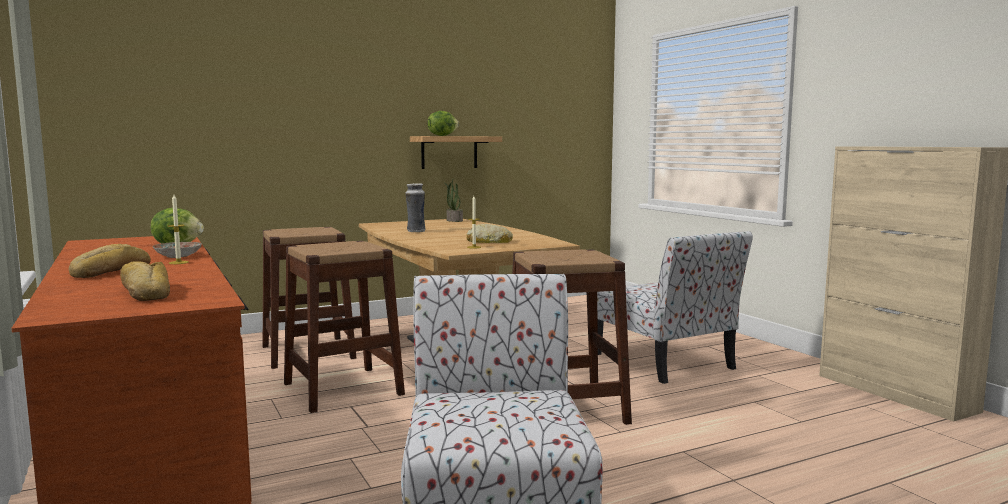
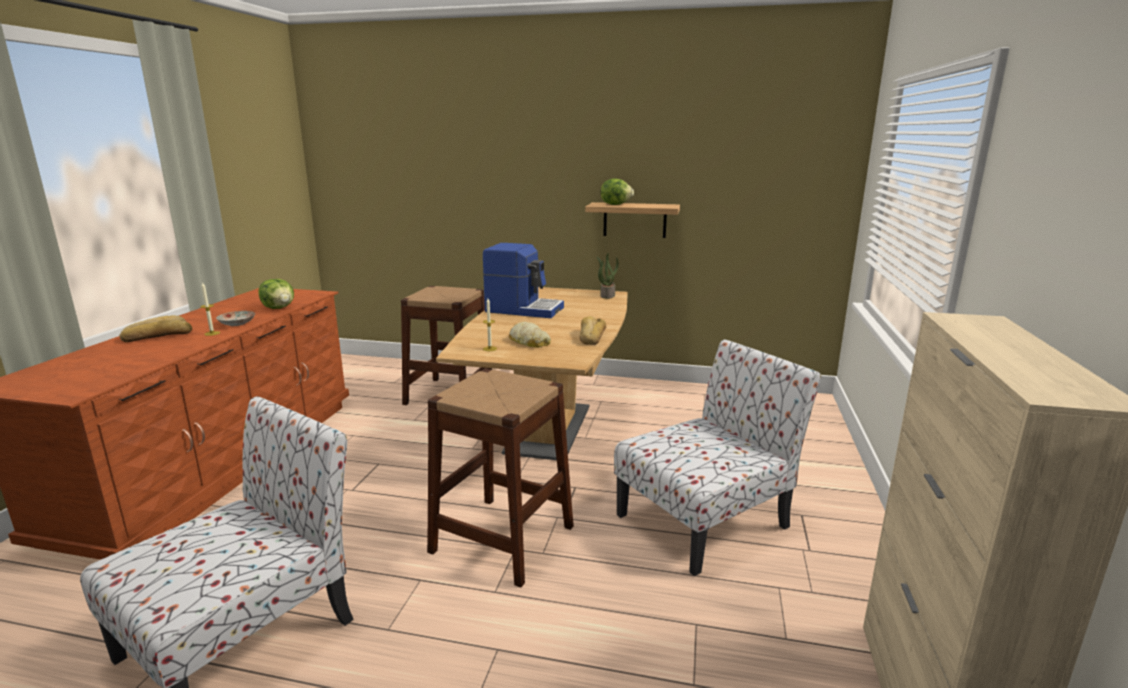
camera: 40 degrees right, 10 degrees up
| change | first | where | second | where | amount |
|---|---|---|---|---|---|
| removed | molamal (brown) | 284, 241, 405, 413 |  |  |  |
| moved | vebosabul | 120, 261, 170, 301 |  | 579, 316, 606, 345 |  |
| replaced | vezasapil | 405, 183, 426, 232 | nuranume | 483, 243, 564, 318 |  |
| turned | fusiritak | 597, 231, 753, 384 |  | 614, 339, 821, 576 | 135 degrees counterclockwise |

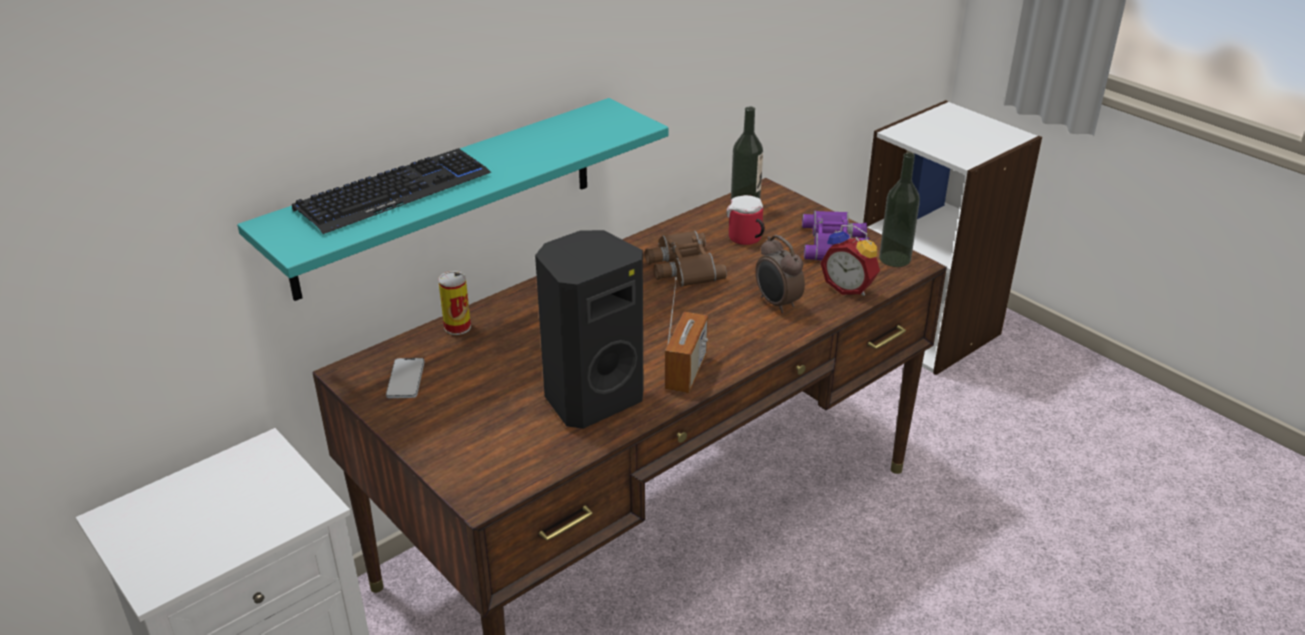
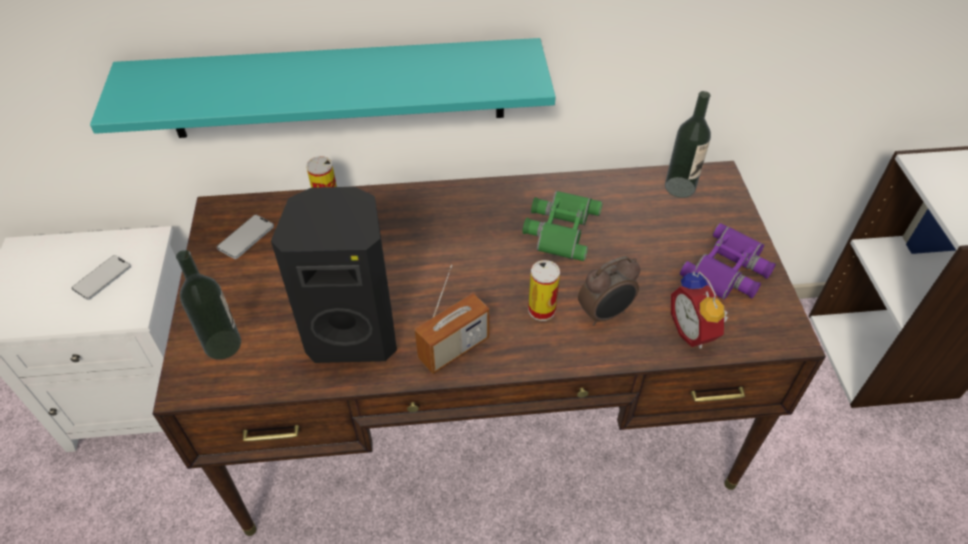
camera: 35 degrees right, 15 degrees up
| change | first | where | second | where | amount |
|---|---|---|---|---|---|
| removed | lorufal | 292, 148, 491, 234 |  |  |  |
| removed | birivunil | 726, 195, 765, 245 |  |  |  |
| added |  |  | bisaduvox | 72, 255, 131, 300 |  |
| added |  |  | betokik | 528, 260, 560, 321 |  |
| moved | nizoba | 879, 153, 920, 267 |  | 176, 250, 241, 360 |  |
| recoloured | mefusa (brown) | 645, 231, 727, 287 | mefusa (green) | 523, 191, 603, 261 |  |
| turned | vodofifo | 755, 235, 805, 313 |  | 578, 256, 640, 326 | 120 degrees counterclockwise |

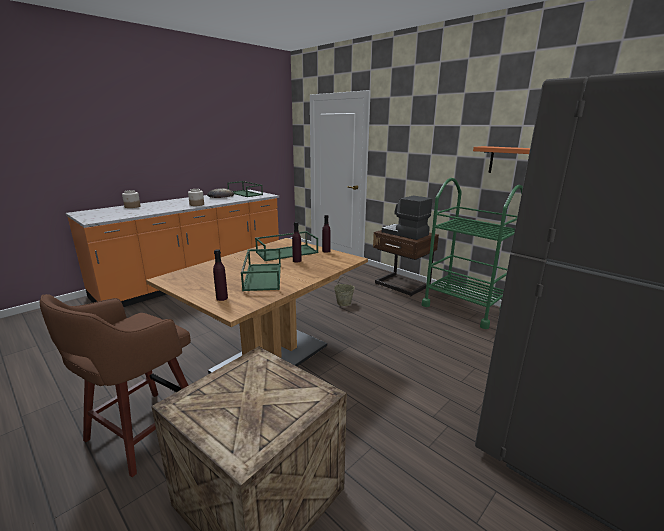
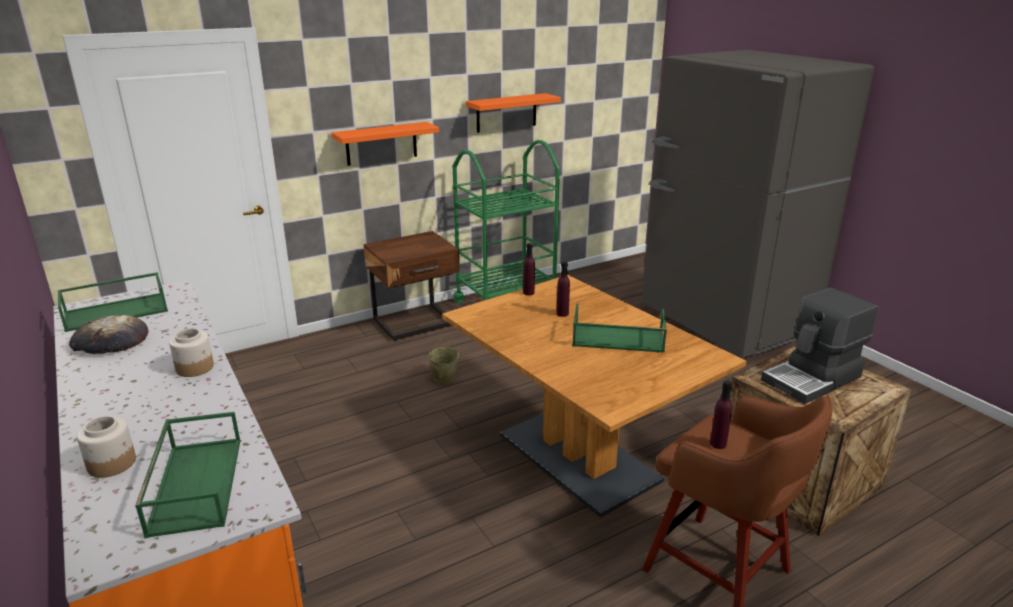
camera: 75 degrees left, 5 degrees up
| change | first | where | second | where | amount |
|---|---|---|---|---|---|
| added |  |  | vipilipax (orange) | 332, 122, 439, 166 |  |
| moved | nizoba (purple) | 213, 249, 228, 301 |  | 710, 381, 732, 449 |  |
| moved | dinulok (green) | 255, 231, 318, 261 |  | 135, 412, 240, 538 |  |
| moved | nuranume | 382, 196, 433, 240 |  | 761, 288, 879, 404 |  |

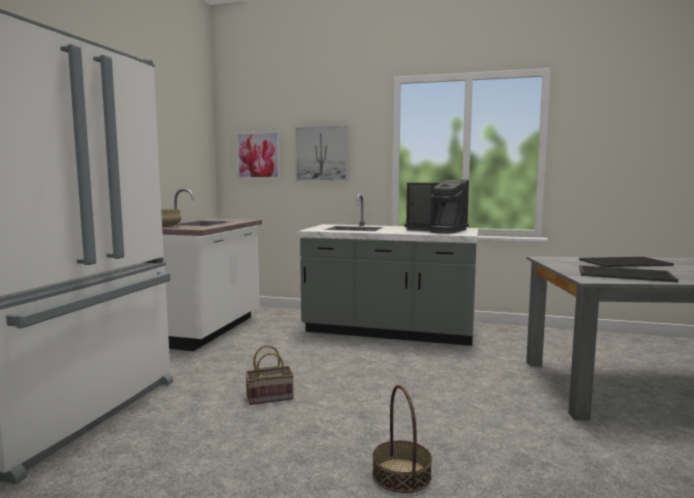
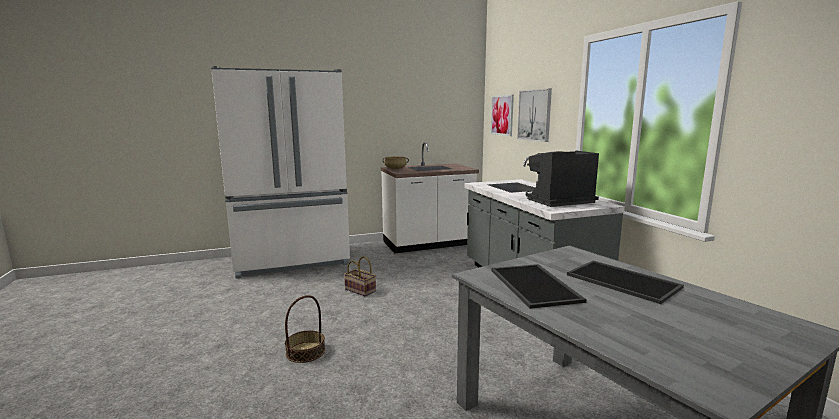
camera: 55 degrees right, 5 degrees up
| change | first | where | second | where | amount |
|---|---|---|---|---|---|
| turned | nuranume | 404, 180, 469, 234 |  | 526, 151, 599, 207 | 75 degrees clockwise |

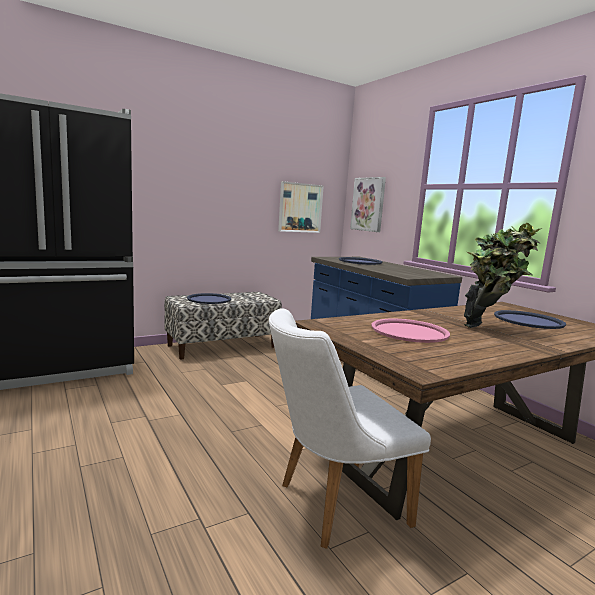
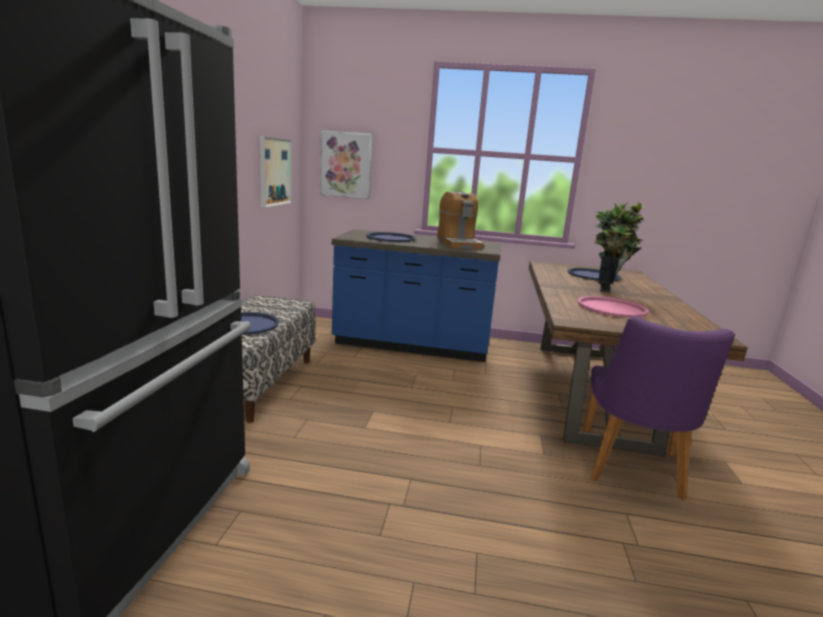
camera: 50 degrees left, 5 degrees up
| change | first | where | second | where | amount |
|---|---|---|---|---|---|
| added |  |  | nuranume | 437, 191, 483, 249 |  |
| recoloured | fusiritak (white) | 269, 308, 431, 549 | fusiritak (purple) | 583, 317, 735, 500 |  |

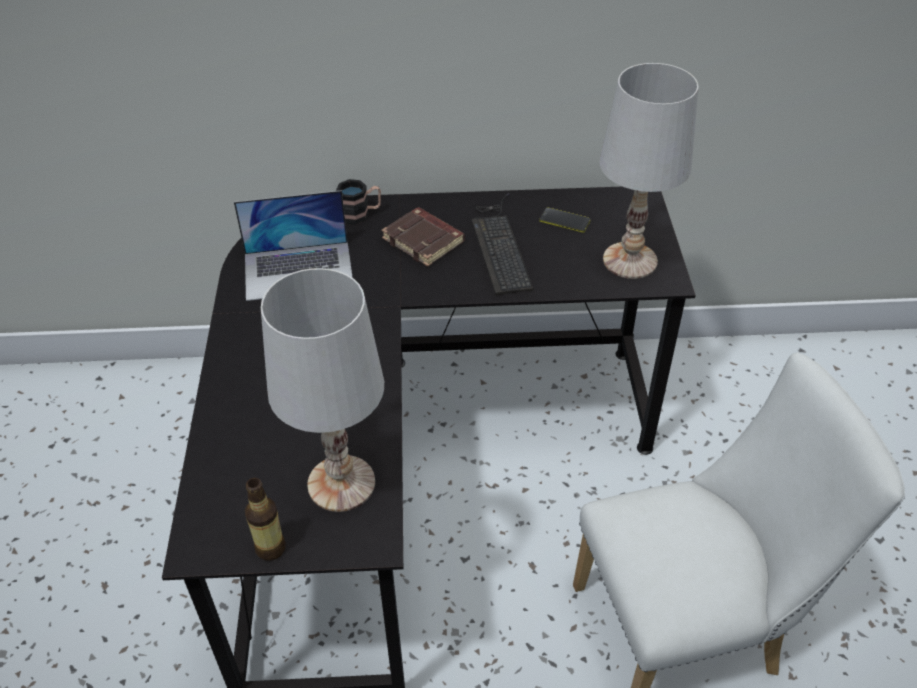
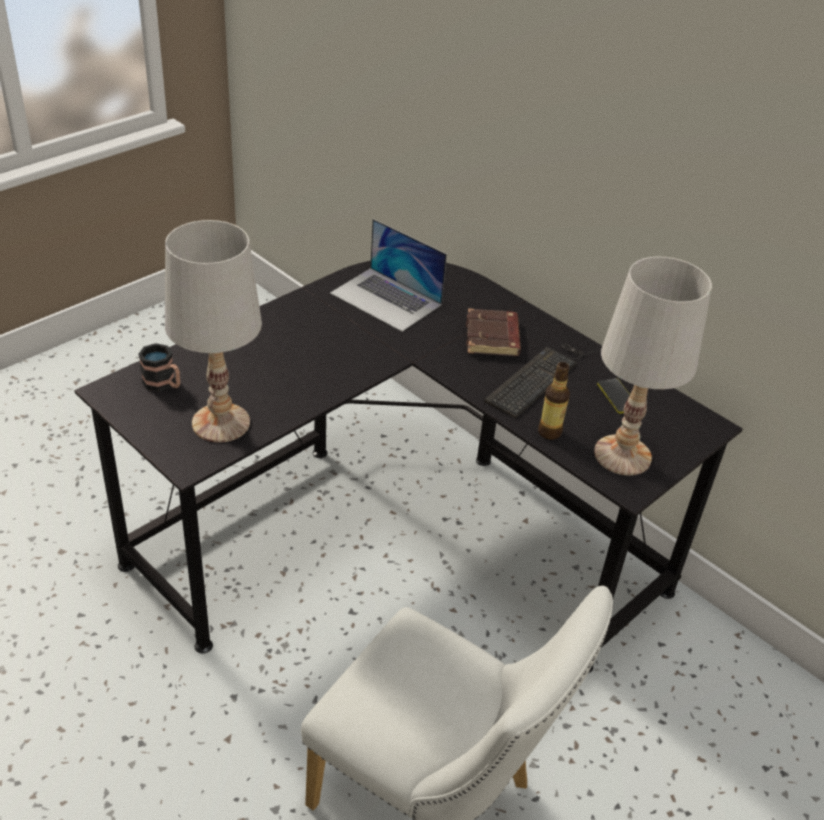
camera: 45 degrees right, 5 degrees down
| change | first | where | second | where | amount |
|---|---|---|---|---|---|
| moved | nizoba | 245, 478, 286, 561 |  | 538, 362, 570, 440 |  |
| moved | birivunil | 336, 179, 381, 225 |  | 138, 343, 180, 392 |  |

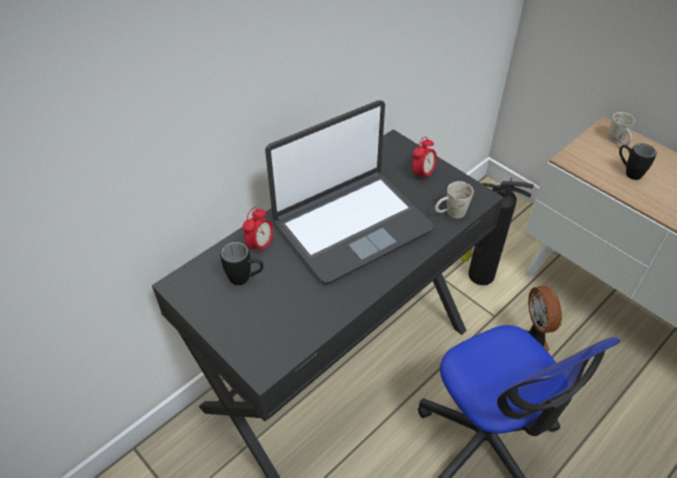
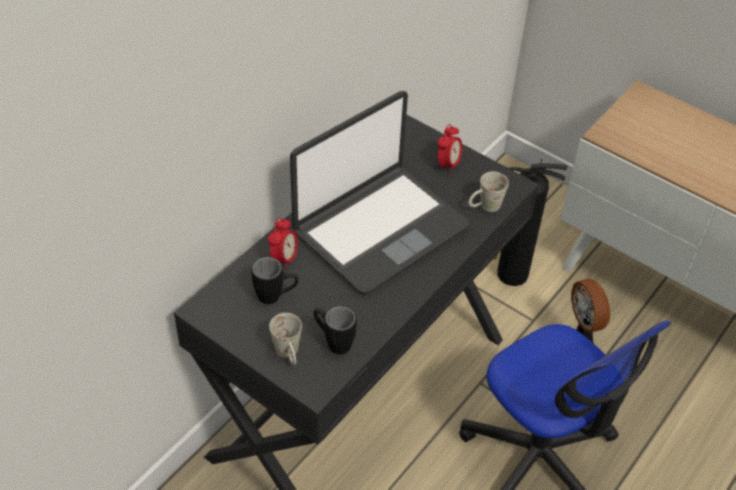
camera: 10 degrees left, 0 degrees up
| change | first | where | second | where | amount |
|---|---|---|---|---|---|
| moved | birivunil (white) | 608, 112, 635, 145 |  | 269, 313, 302, 365 |  |
| moved | birivunil (black) | 619, 143, 657, 180 |  | 313, 306, 357, 355 |  |

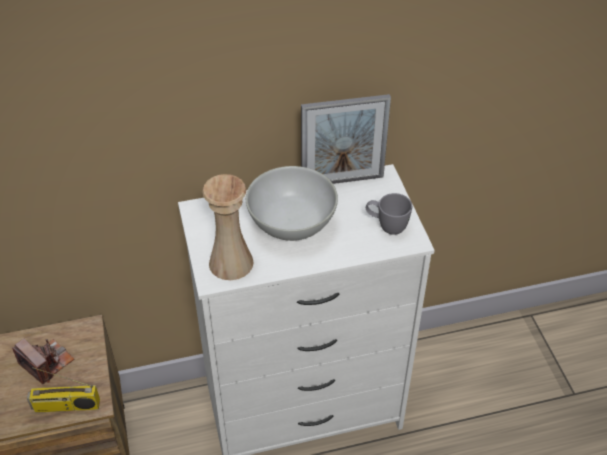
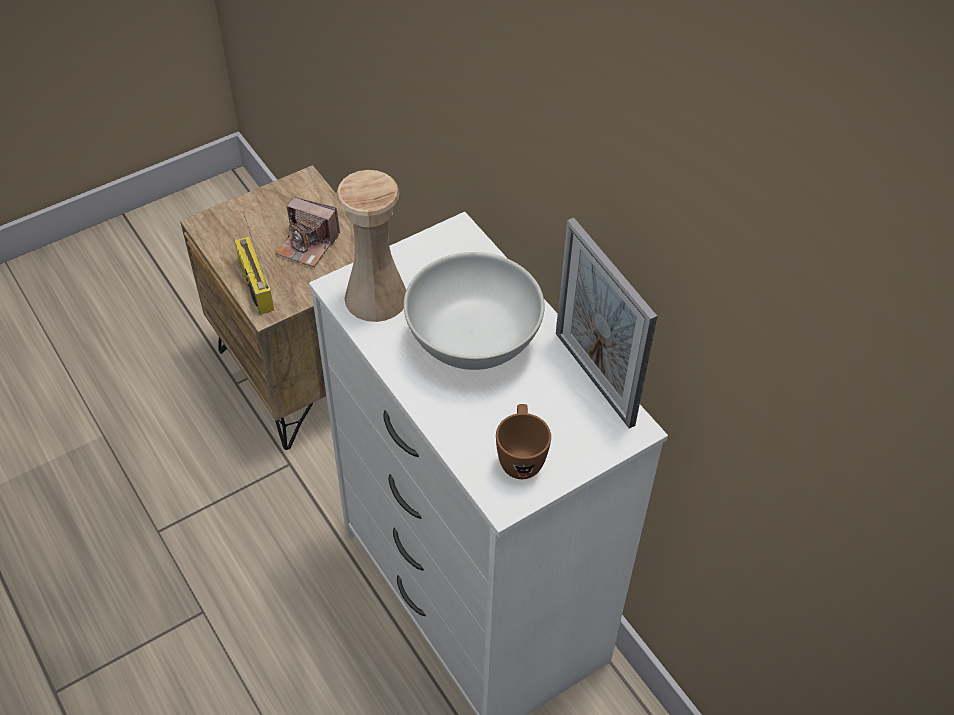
camera: 70 degrees right, 5 degrees up
| change | first | where | second | where | amount |
|---|---|---|---|---|---|
| recoloured | birivunil (grey) | 366, 193, 412, 235 | birivunil (brown) | 496, 404, 551, 479 |  |
| turned | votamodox | 12, 338, 74, 384 |  | 275, 197, 340, 267 | 90 degrees clockwise |

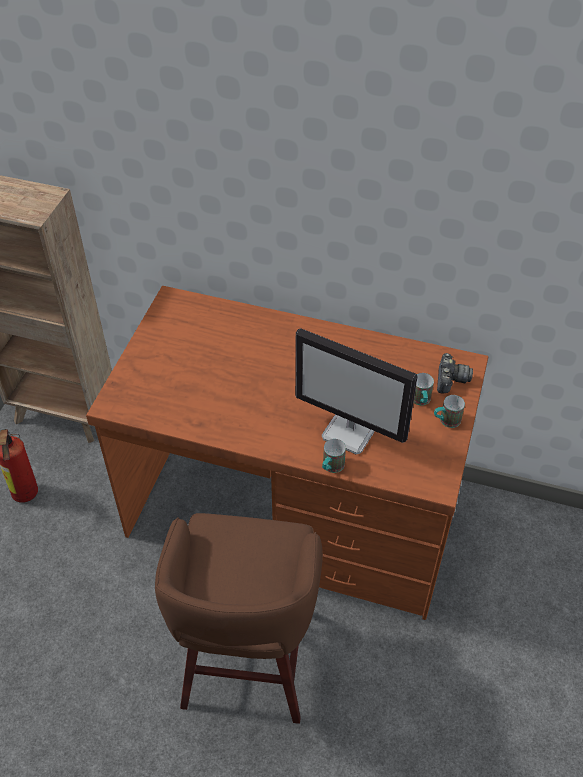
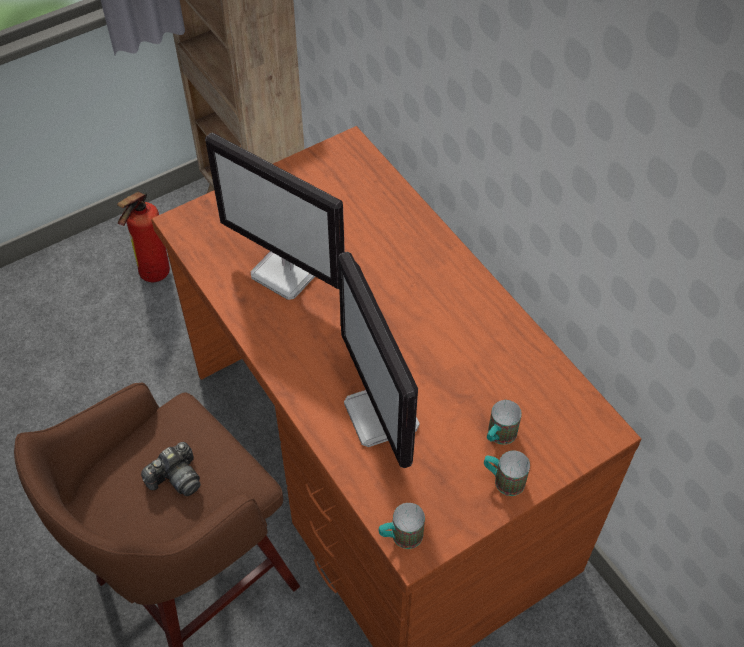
camera: 40 degrees right, 5 degrees up
| change | first | where | second | where | amount |
|---|---|---|---|---|---|
| added |  |  | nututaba | 205, 133, 345, 300 |  |
| moved | birivunil | 322, 439, 346, 473 |  | 379, 503, 425, 549 |  |
| moved | votamodox | 437, 353, 473, 394 |  | 141, 442, 201, 496 |  |

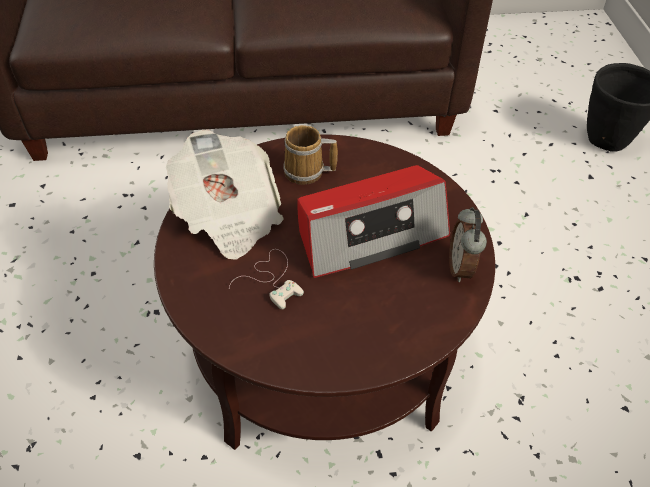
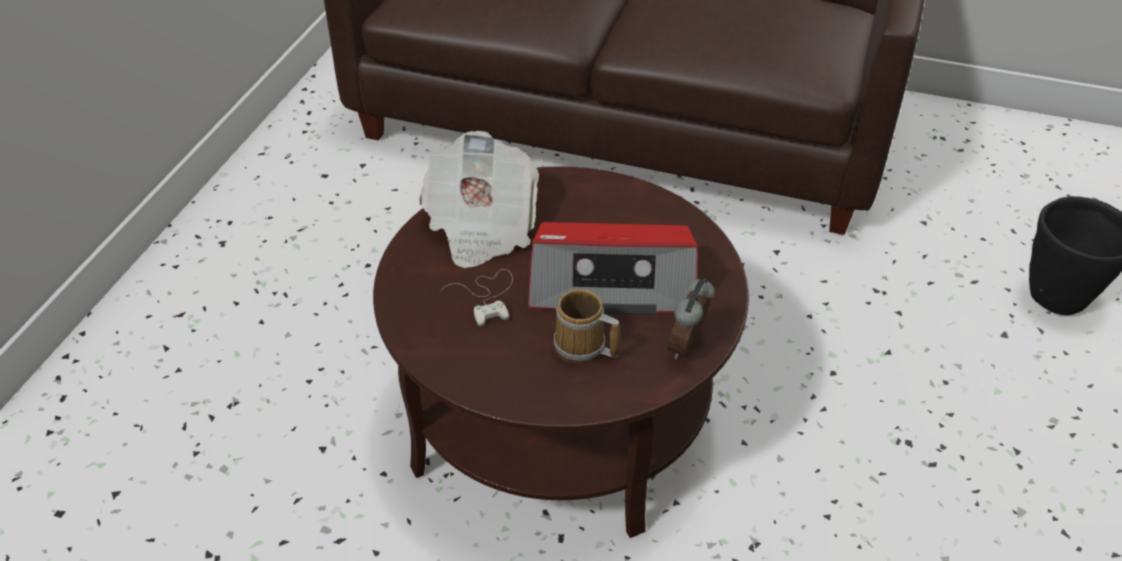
camera: 25 degrees right, 5 degrees down
| change | first | where | second | where | amount |
|---|---|---|---|---|---|
| moved | birivunil | 283, 125, 338, 185 |  | 554, 289, 620, 365 |  |

